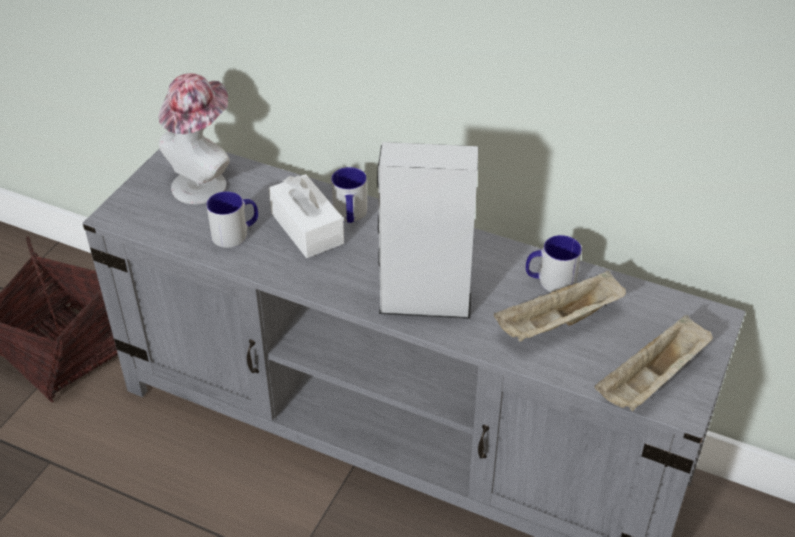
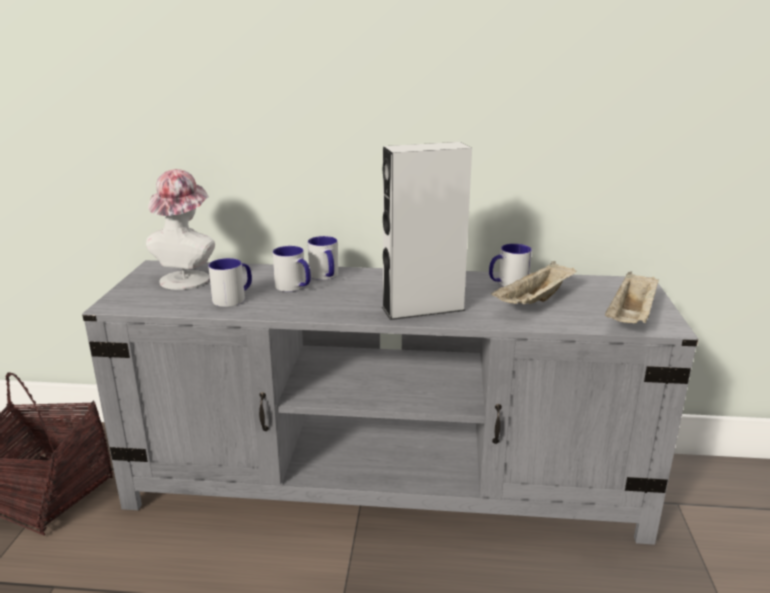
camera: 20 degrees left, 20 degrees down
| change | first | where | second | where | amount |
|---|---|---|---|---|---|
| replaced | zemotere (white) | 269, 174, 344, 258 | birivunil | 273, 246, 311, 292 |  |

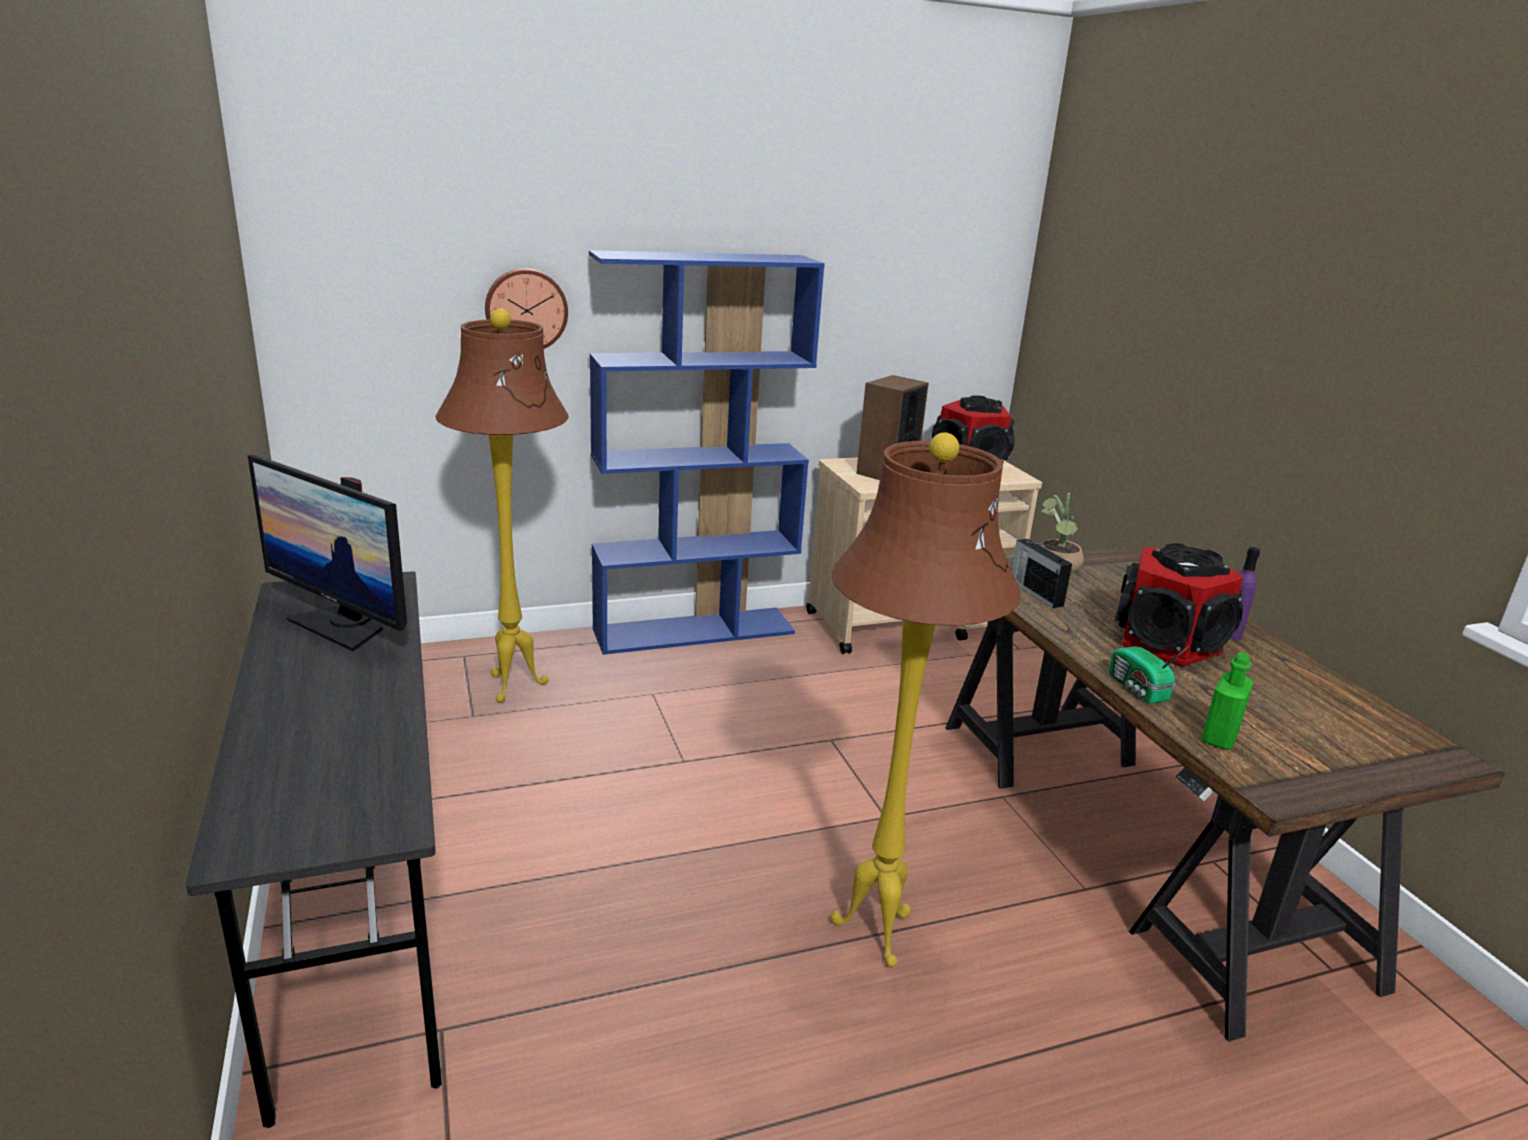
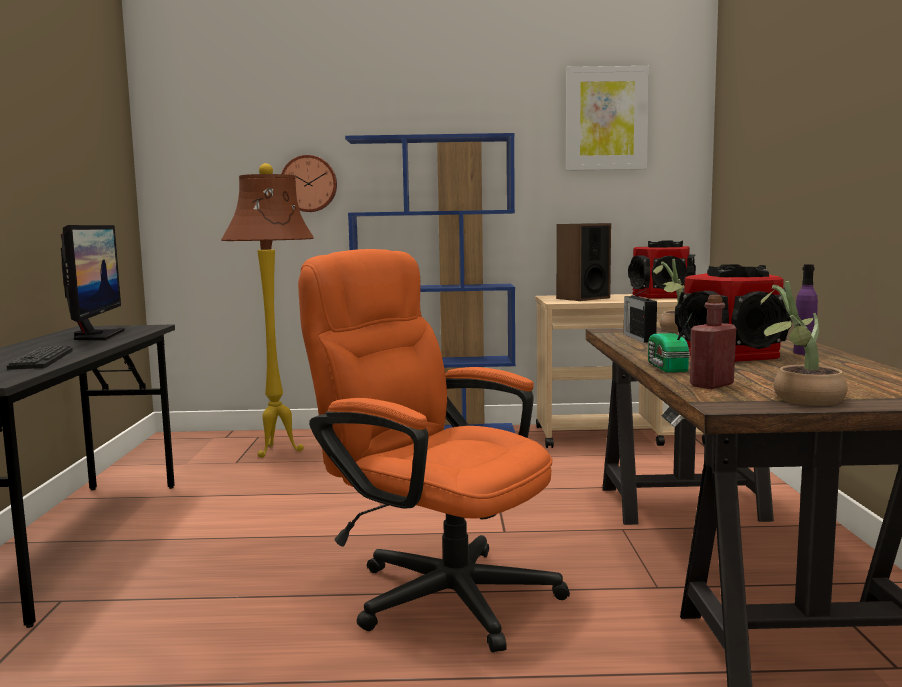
camera: 20 degrees right, 15 degrees down
| change | first | where | second | where | amount |
|---|---|---|---|---|---|
| added |  |  | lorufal | 7, 346, 73, 370 |  |
| added |  |  | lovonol | 566, 66, 649, 171 |  |
| added |  |  | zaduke | 761, 281, 848, 406 |  |
| replaced | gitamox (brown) | 830, 433, 1021, 968 | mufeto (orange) | 298, 249, 570, 653 |  |
| recoloured | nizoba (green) | 1201, 652, 1253, 750 | nizoba (red) | 690, 295, 736, 389 |  |
| turned | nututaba | 248, 454, 407, 651 |  | 61, 225, 125, 340 | 150 degrees counterclockwise |

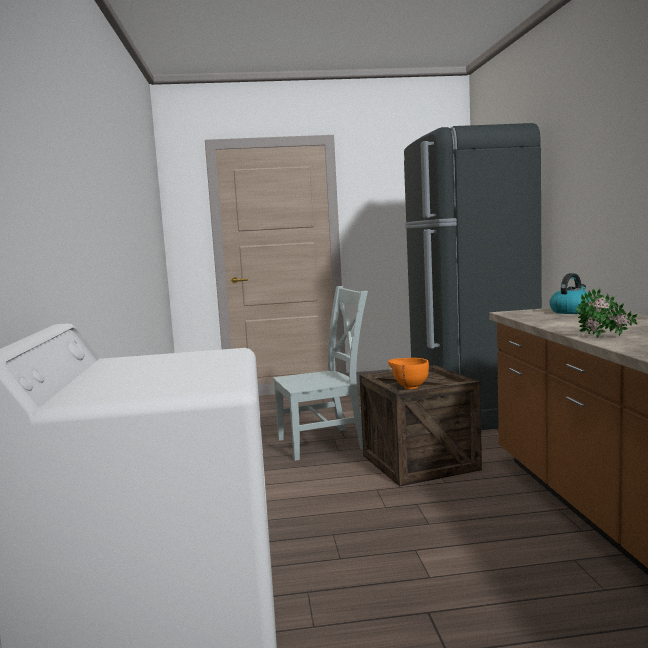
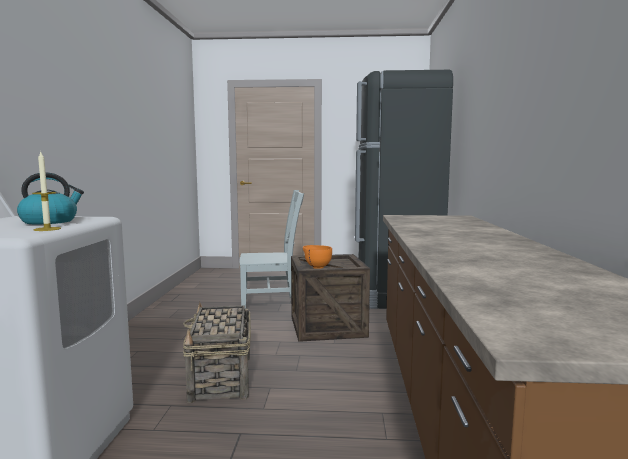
camera: 10 degrees right, 0 degrees up
| change | first | where | second | where | amount |
|---|---|---|---|---|---|
| removed | zaduke | 576, 288, 638, 338 |  |  |  |
| added |  |  | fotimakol | 32, 152, 61, 231 |  |
| added |  |  | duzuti | 183, 302, 251, 403 |  |
| moved | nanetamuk | 550, 273, 593, 314 |  | 17, 172, 84, 224 |  |

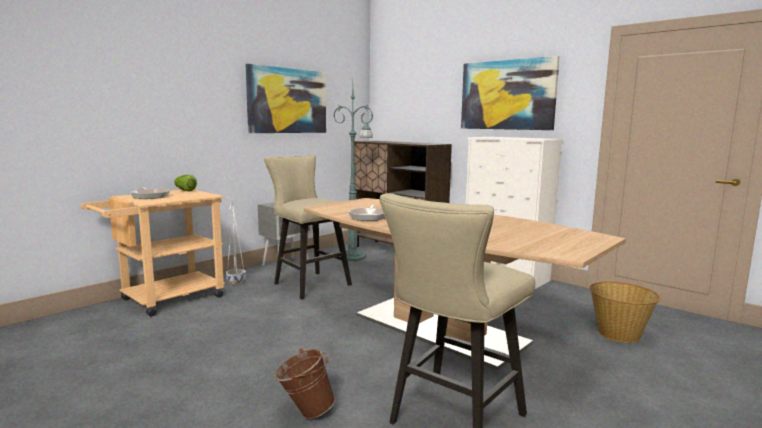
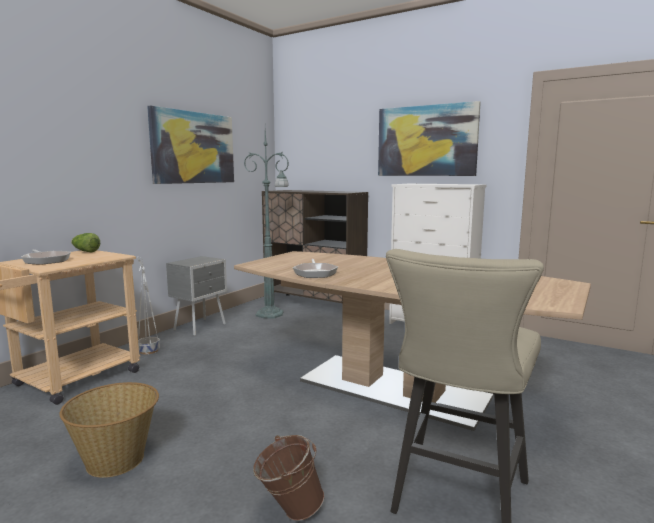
camera: 10 degrees left, 0 degrees up
| change | first | where | second | where | amount |
|---|---|---|---|---|---|
| removed | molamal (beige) | 264, 155, 352, 299 |  |  |  |
| moved | duzuti | 589, 281, 661, 343 |  | 60, 382, 159, 478 |  |

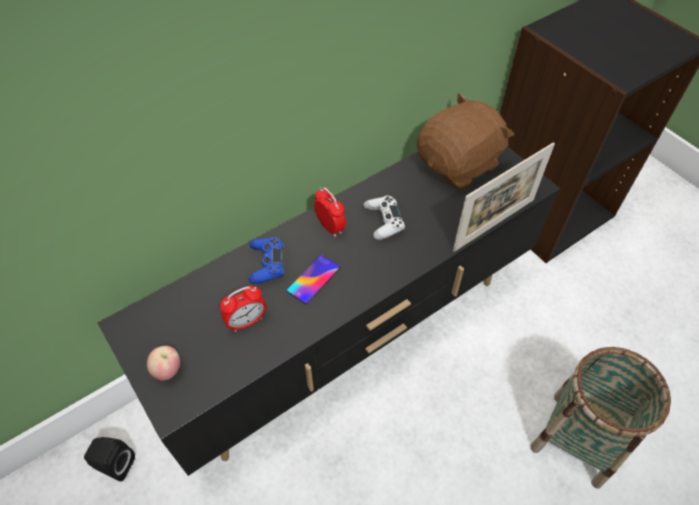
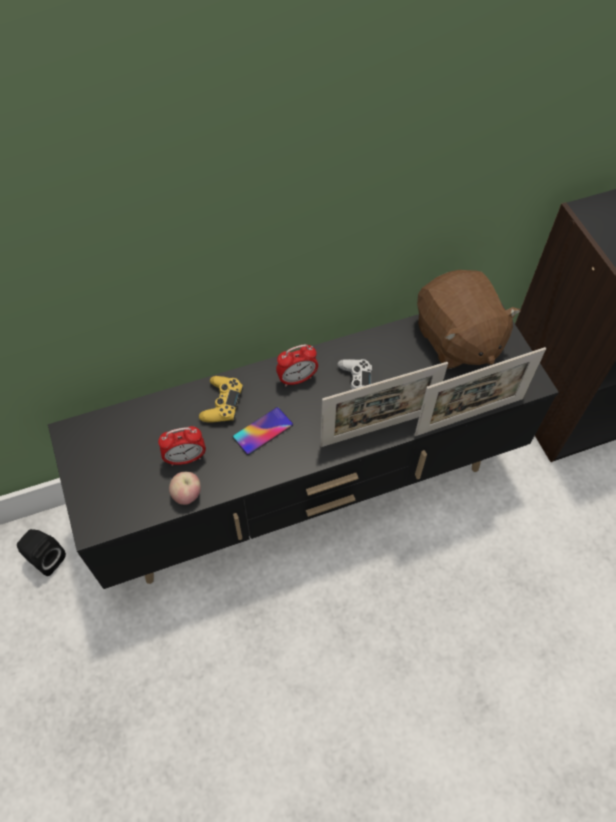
camera: 15 degrees right, 5 degrees up
| change | first | where | second | where | amount |
|---|---|---|---|---|---|
| removed | duzuti | 530, 347, 671, 489 |  |  |  |
| added |  |  | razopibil | 320, 362, 448, 447 |  |
| moved | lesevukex | 147, 346, 180, 381 |  | 169, 472, 201, 505 |  |
| recoloured | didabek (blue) | 249, 237, 284, 284 | didabek (yellow) | 199, 376, 243, 423 |  |
| turned | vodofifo | 314, 187, 346, 237 |  | 276, 344, 318, 386 | 90 degrees clockwise |
| turned | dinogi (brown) | 417, 93, 514, 189 |  | 417, 270, 521, 369 | 90 degrees clockwise |

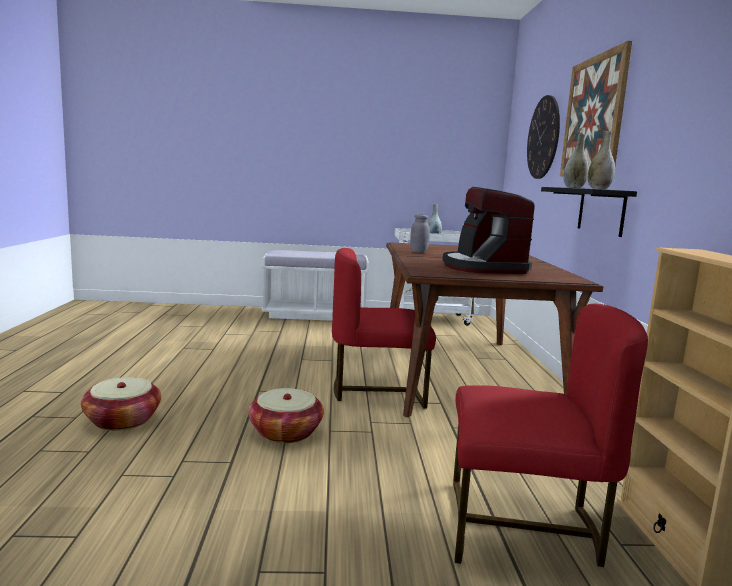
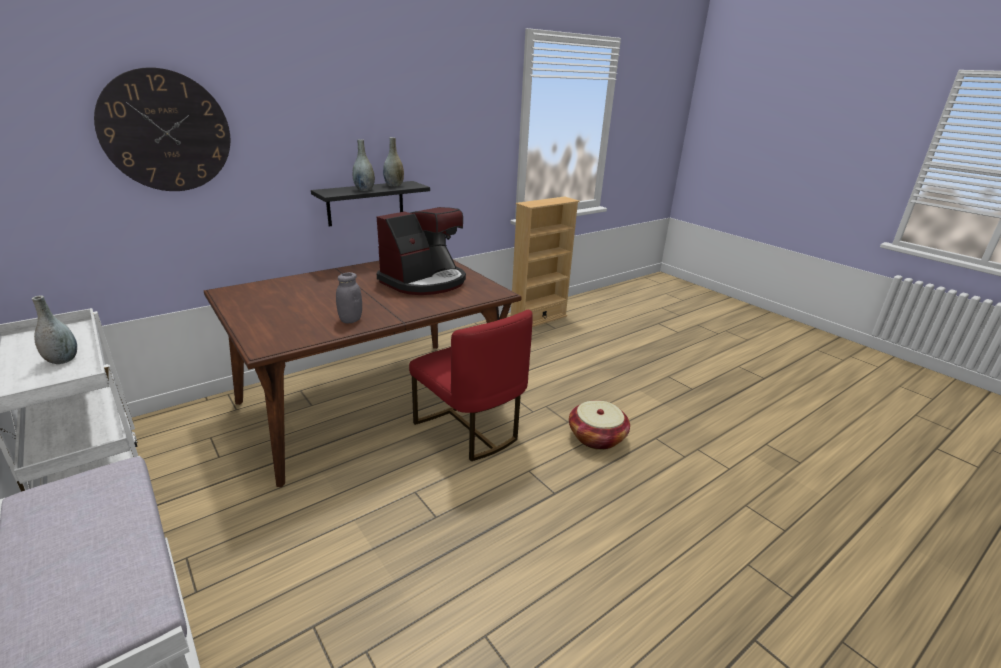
camera: 125 degrees left, 15 degrees up
| change | first | where | second | where | amount |
|---|---|---|---|---|---|
| removed | duzuti | 81, 377, 161, 431 |  |  |  |
| removed | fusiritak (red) | 453, 304, 648, 567 |  |  |  |
| removed | lovonol | 560, 41, 633, 176 |  |  |  |

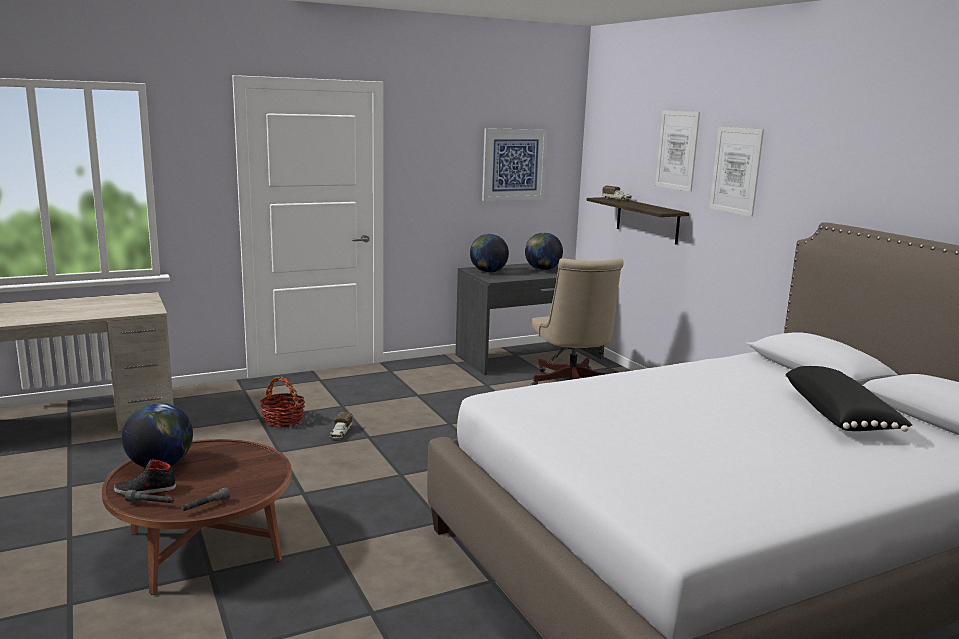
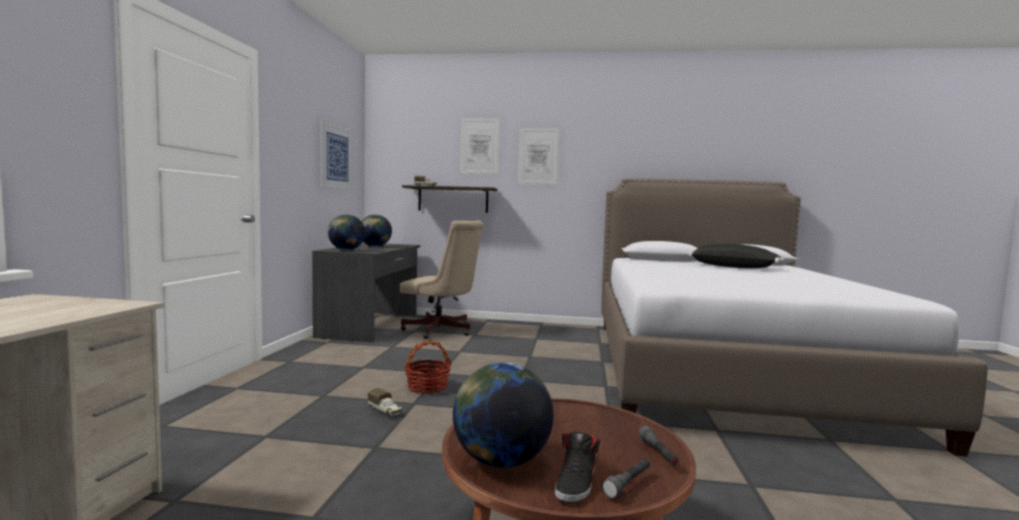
camera: 55 degrees left, 10 degrees down
| change | first | where | second | where | amount |
|---|---|---|---|---|---|
| moved | duzuti | 260, 377, 305, 427 |  | 404, 340, 452, 394 |  |

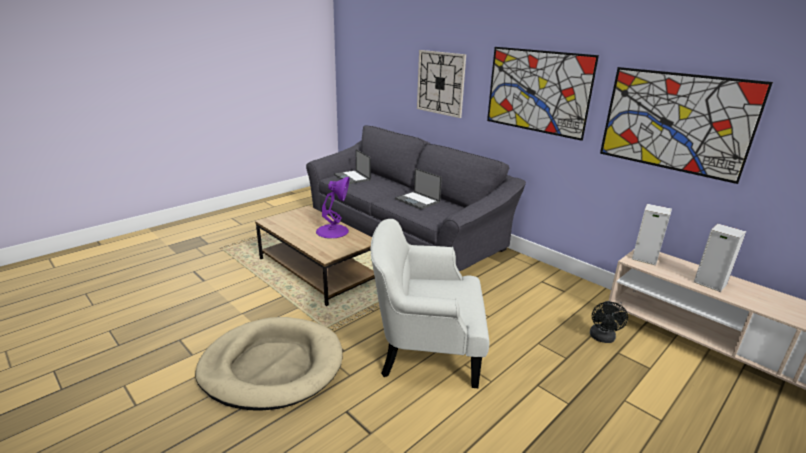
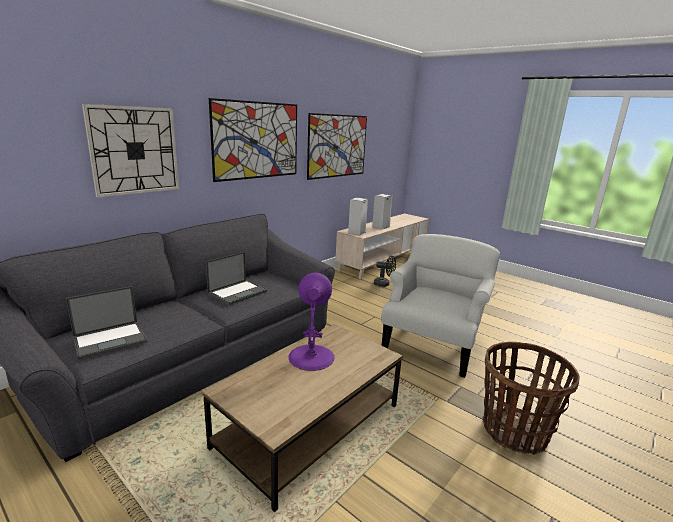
camera: 95 degrees left, 5 degrees down
| change | first | where | second | where | amount |
|---|---|---|---|---|---|
| replaced | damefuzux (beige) | 195, 317, 343, 411 | duzuti | 483, 342, 580, 455 |  |
| turned | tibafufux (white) | 371, 219, 489, 388 |  | 381, 234, 500, 378 | 150 degrees counterclockwise |

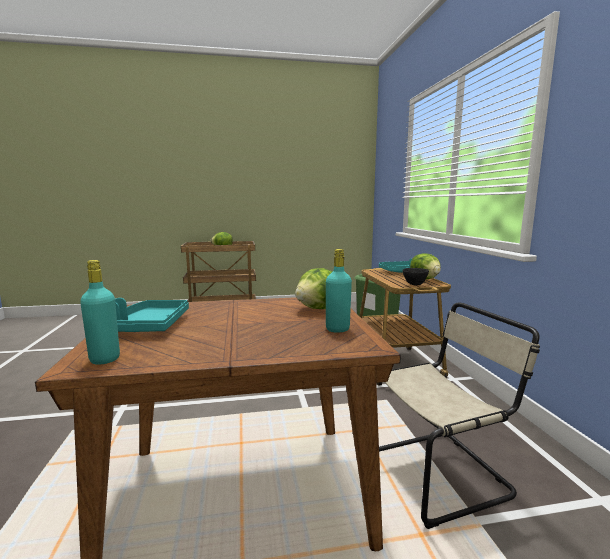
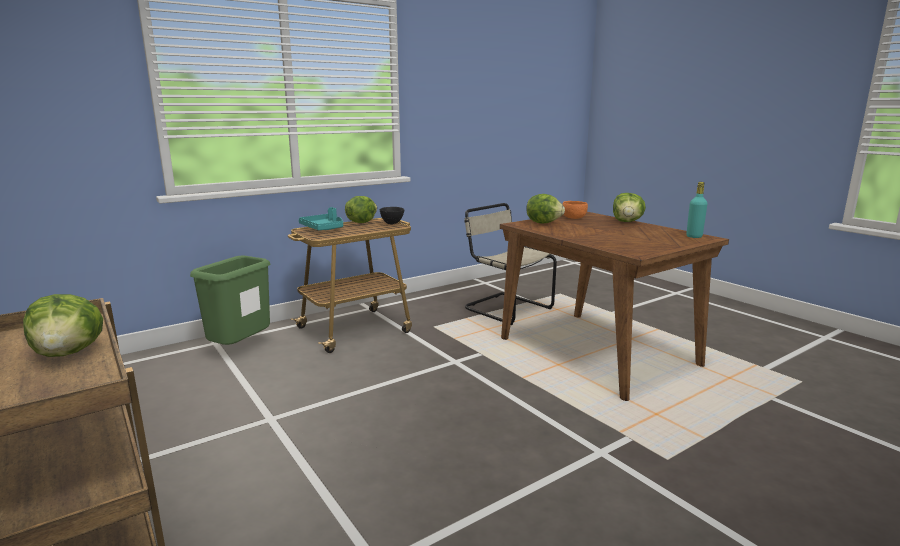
camera: 115 degrees left, 5 degrees up
| change | first | where | second | where | amount |
|---|---|---|---|---|---|
| removed | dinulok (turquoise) | 115, 298, 189, 332 |  |  |  |
| added |  |  | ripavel | 613, 193, 646, 222 |  |
| replaced | nizoba (turquoise) | 326, 249, 352, 333 | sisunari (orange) | 562, 201, 588, 219 |  |

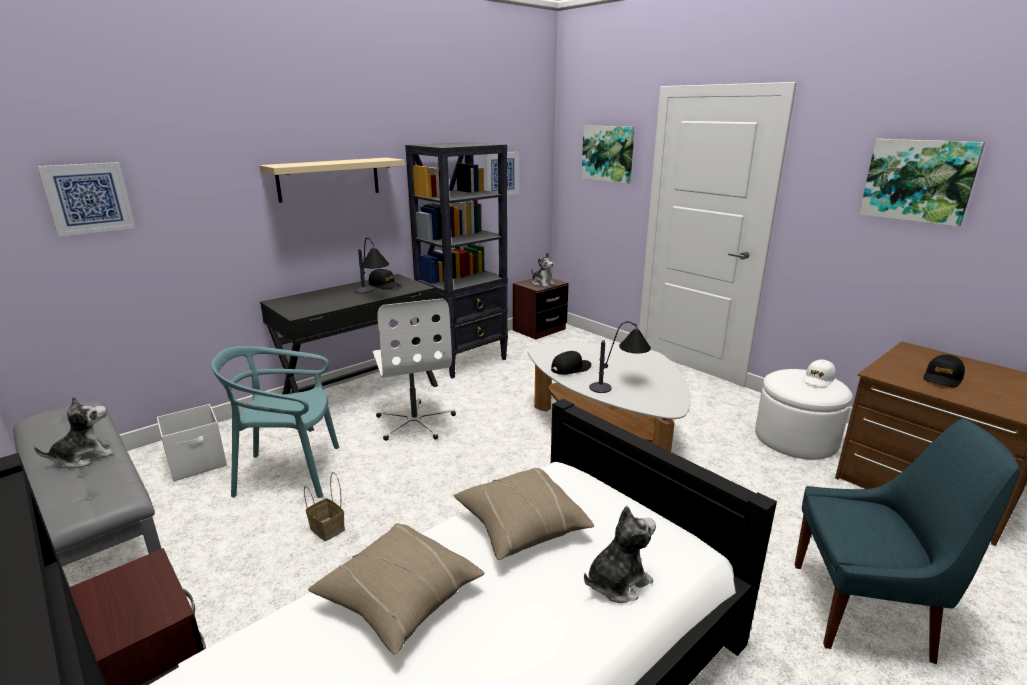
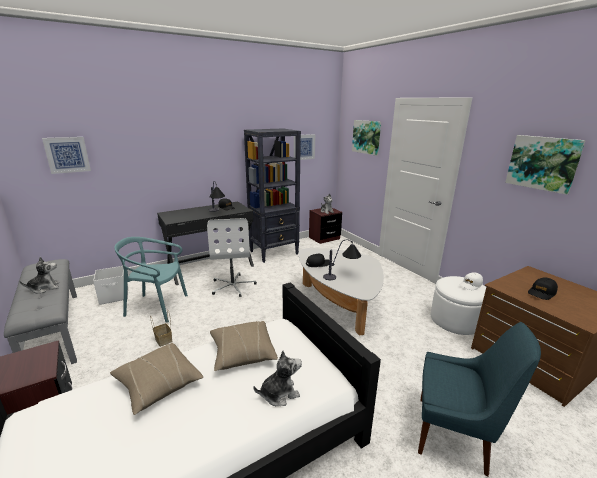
camera: 10 degrees right, 0 degrees up
| change | first | where | second | where | amount |
|---|---|---|---|---|---|
| removed | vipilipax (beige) | 259, 158, 405, 203 |  |  |  |

